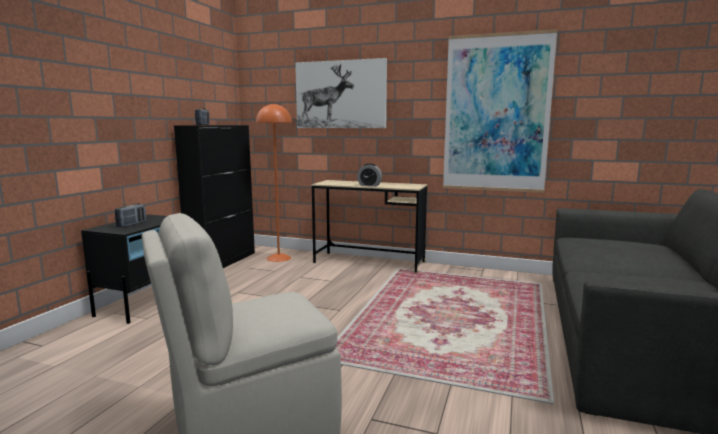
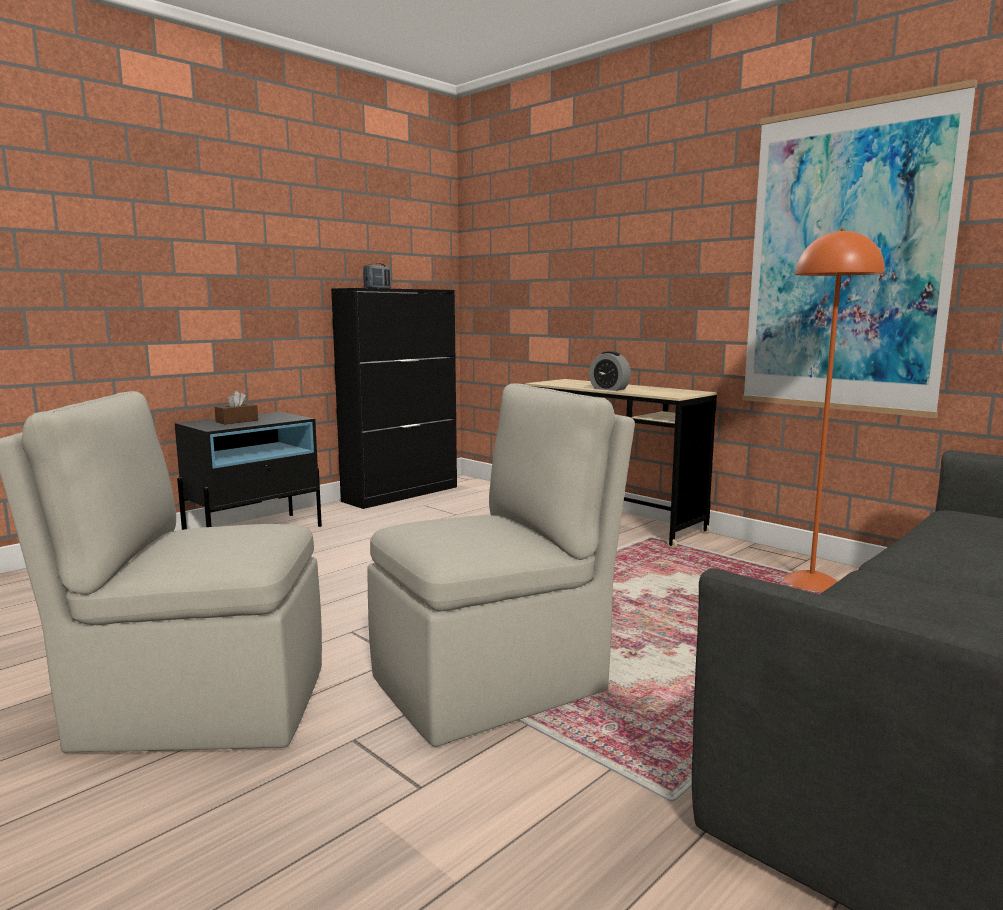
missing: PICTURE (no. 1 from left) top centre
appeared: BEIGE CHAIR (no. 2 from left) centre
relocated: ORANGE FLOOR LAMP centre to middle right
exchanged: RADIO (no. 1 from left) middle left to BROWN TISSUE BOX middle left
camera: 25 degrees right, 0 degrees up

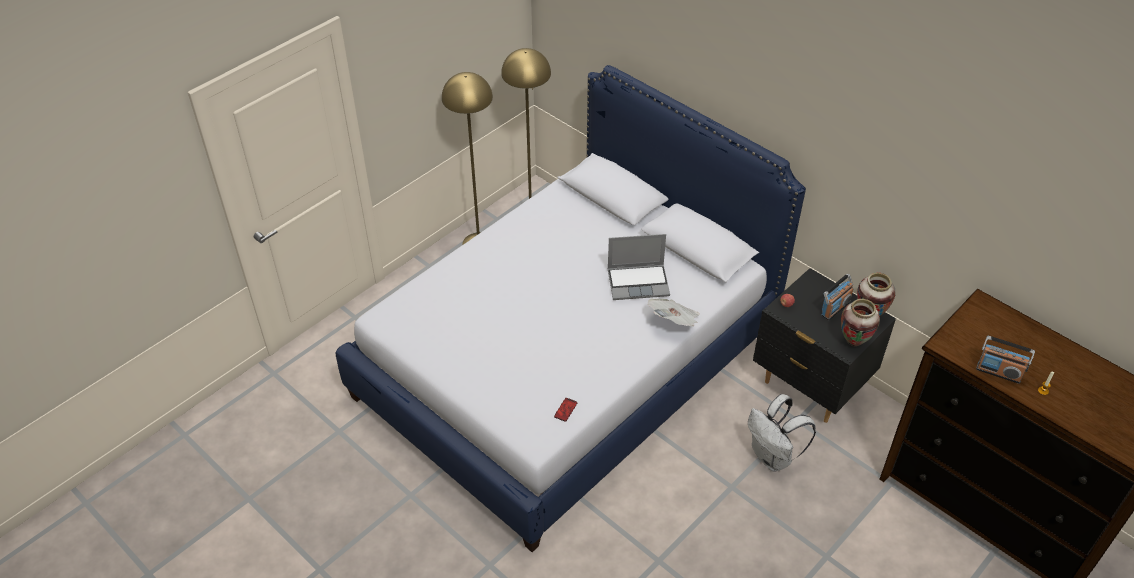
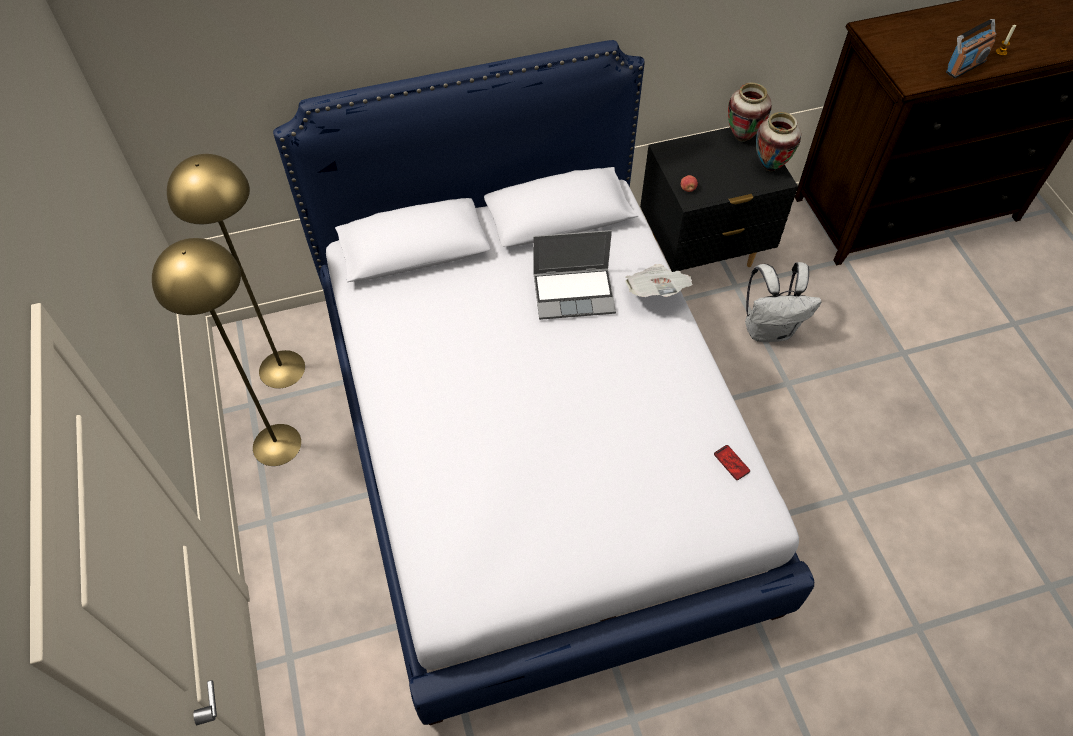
missing: RADIO (no. 1 from left) middle right
spun: LAPTOP centre = centre 60 degrees clockwise
camera: 60 degrees left, 10 degrees up

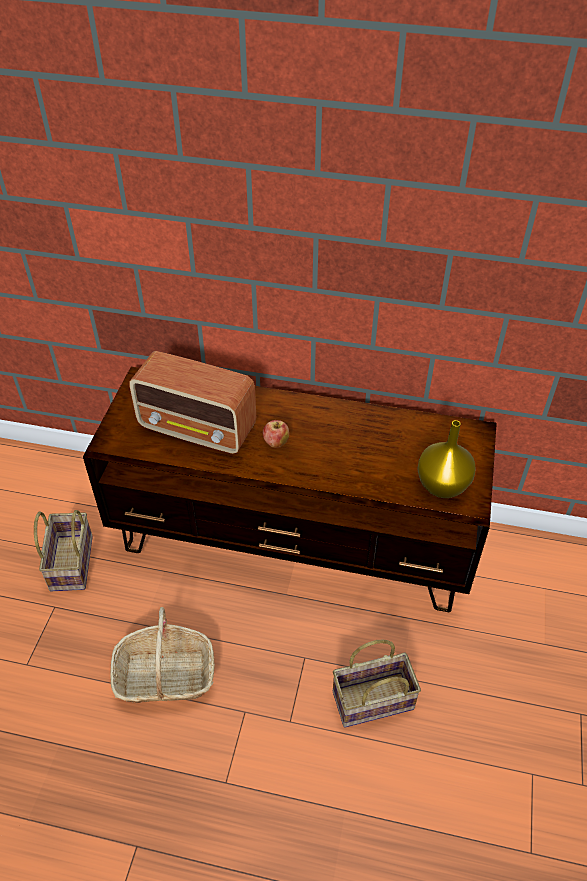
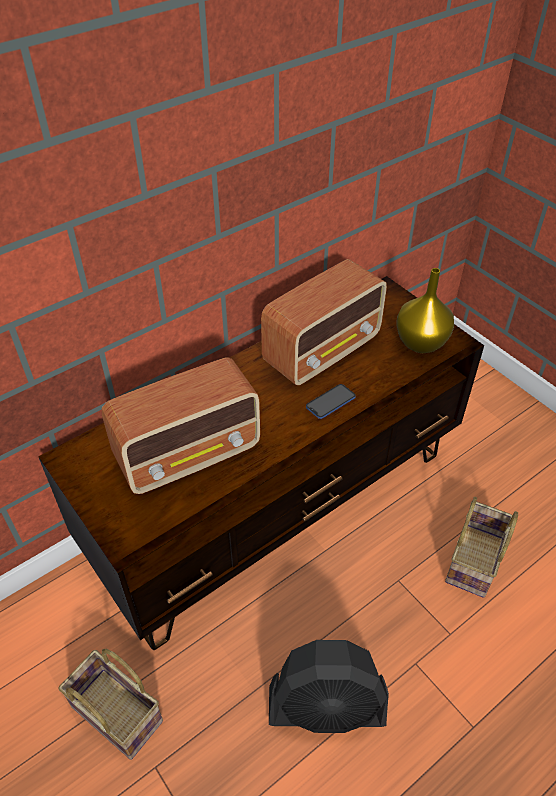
missing: APPLE centre
appeared: RADIO (no. 2 from left) centre; PHONE centre
exchanged: BASKET (no. 2 from left) bottom left to BLACK FAN bottom centre
camera: 50 degrees left, 0 degrees up

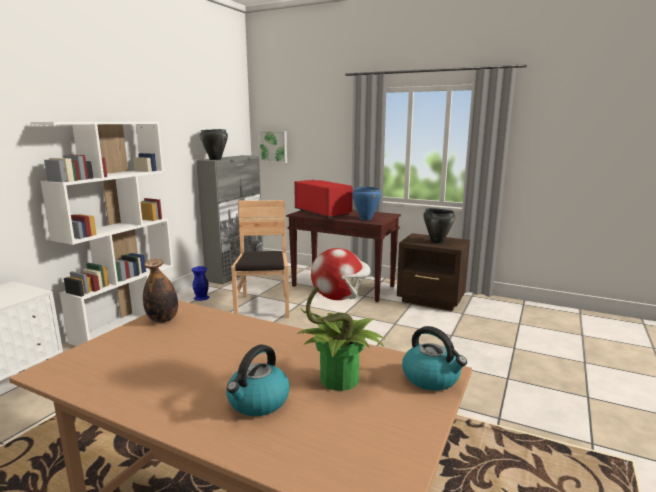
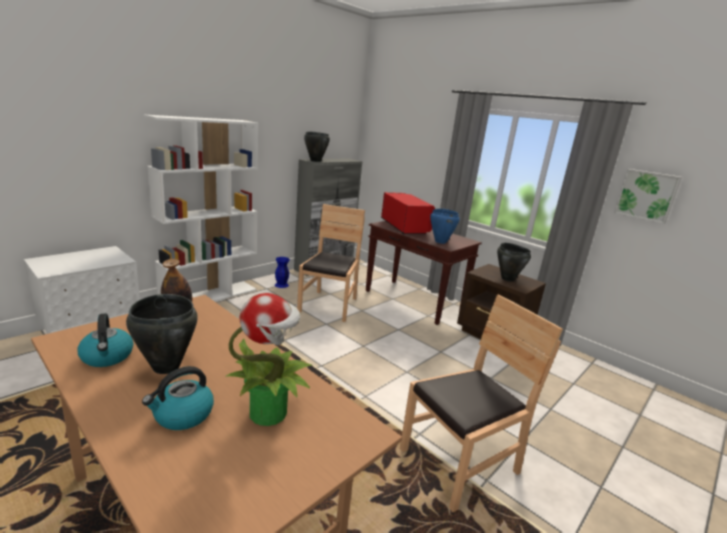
appeared: BLACK COOKING POT (no. 1 from left) middle left; BROWN CHAIR (no. 2 from left) bottom centre
relocated: PICTURE top centre to middle right; KETTLE (no. 2 from left in the first image) bottom centre to KETTLE (no. 1 from left) middle left
camera: 15 degrees right, 5 degrees up

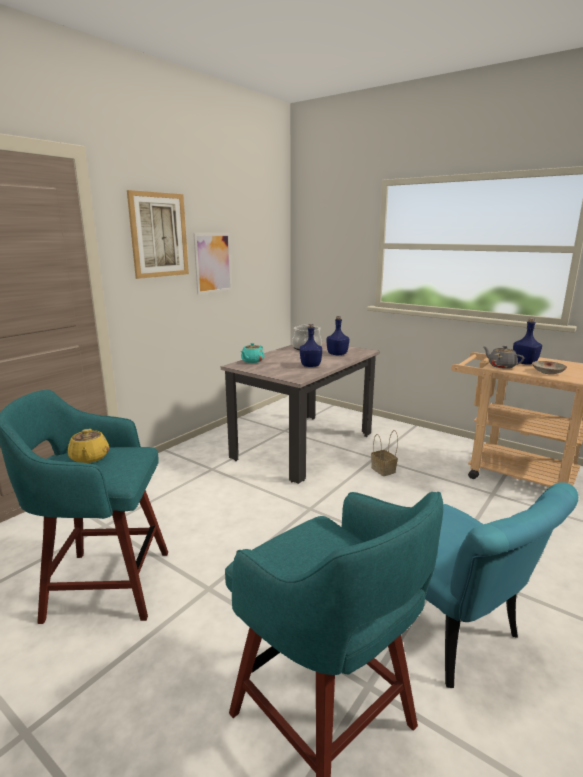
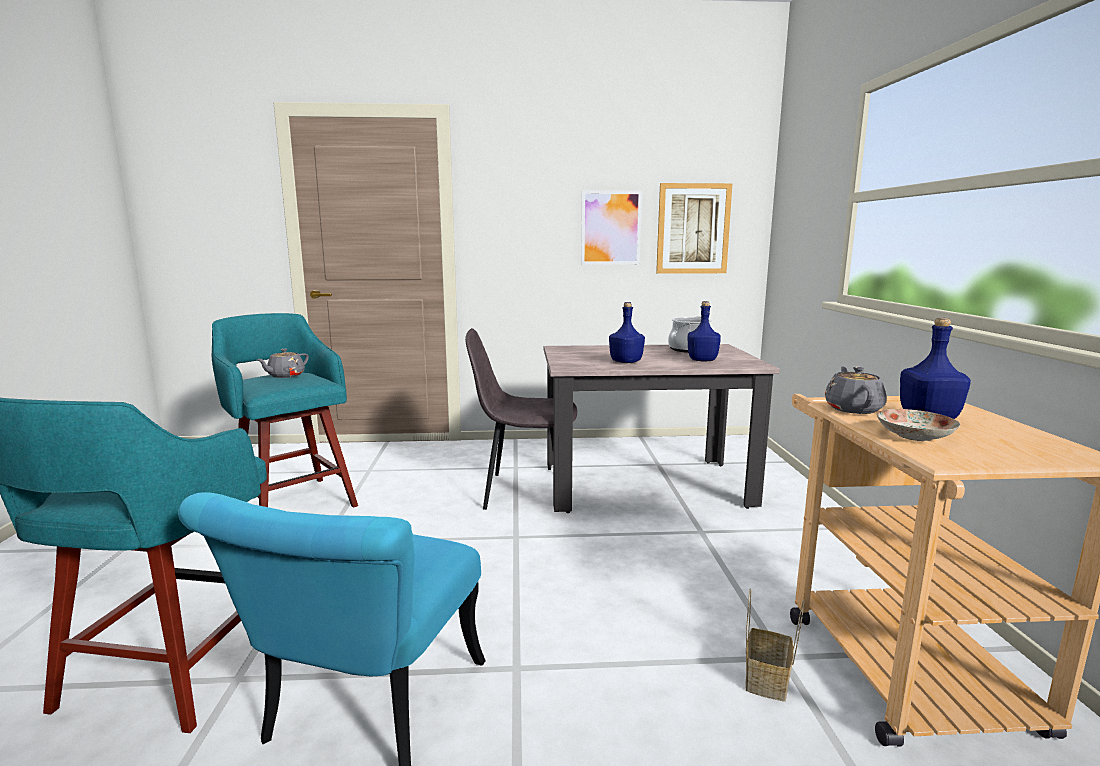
missing: TURQUOISE TEAPOT centre
appeared: GREY CHAIR centre
relocated: PICTURE (no. 1 from left in the first image) top left to PICTURE (no. 2 from left) top centre; BASKET centre to bottom right
colour: YELLOW TEAPOT middle left to GREY TEAPOT (no. 1 from left) middle left
camera: 50 degrees right, 5 degrees down

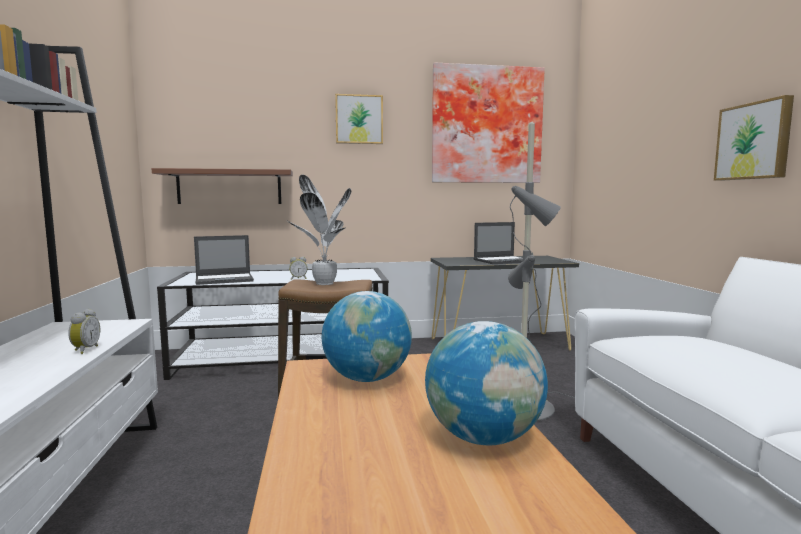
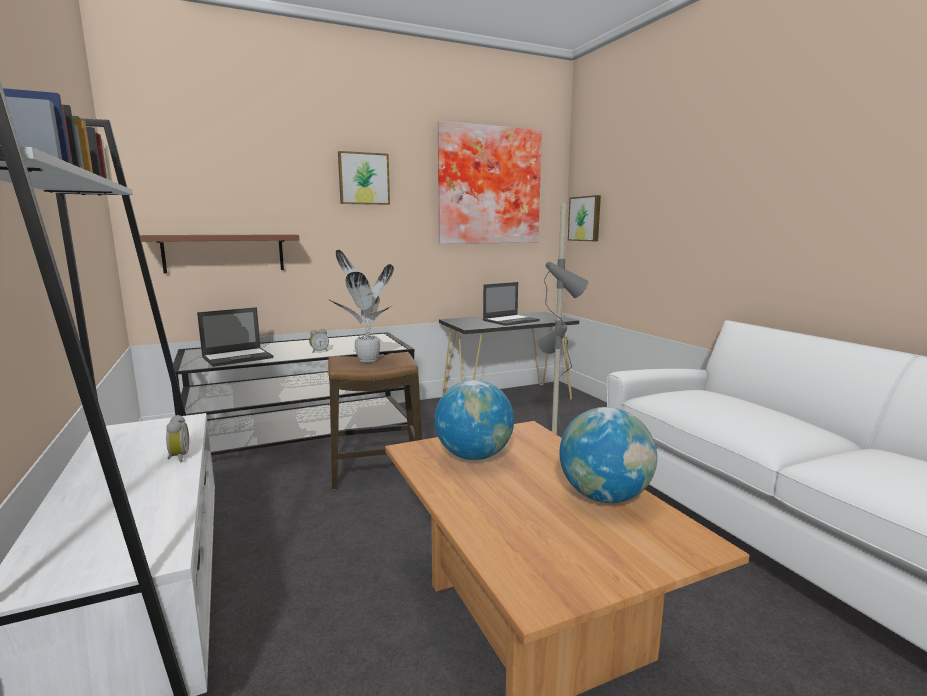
relocated: PICTURE (no. 3 from left) top right to top centre
camera: 15 degrees left, 5 degrees up

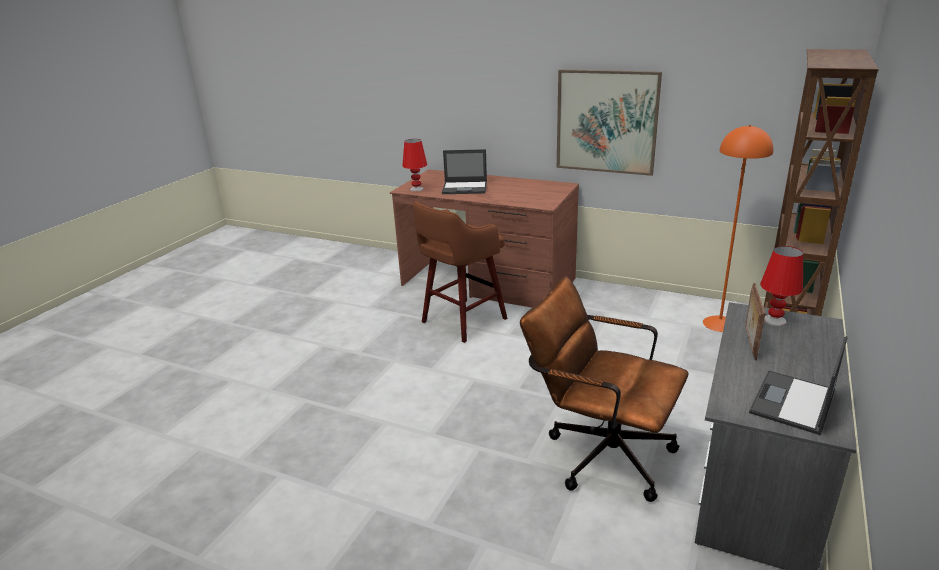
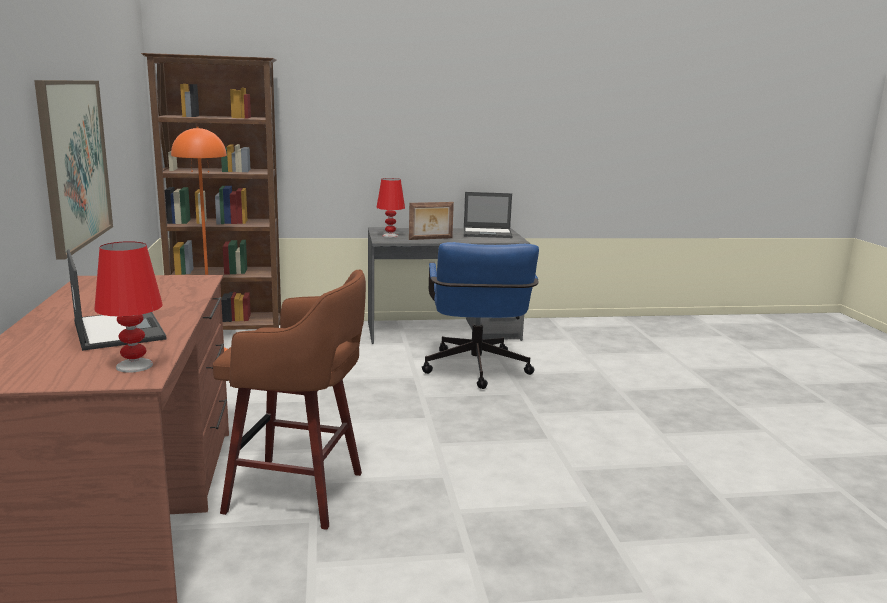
colour: BROWN OFFICE CHAIR bottom centre to BLUE OFFICE CHAIR centre
camera: 125 degrees left, 10 degrees down

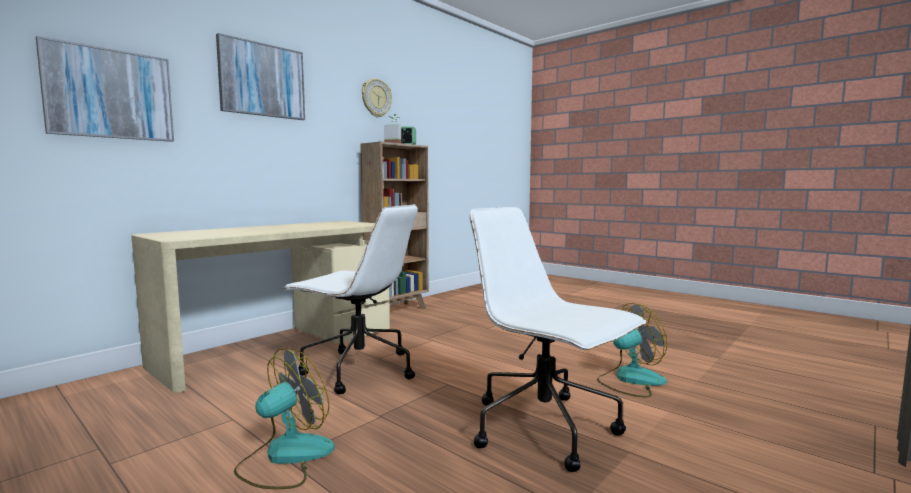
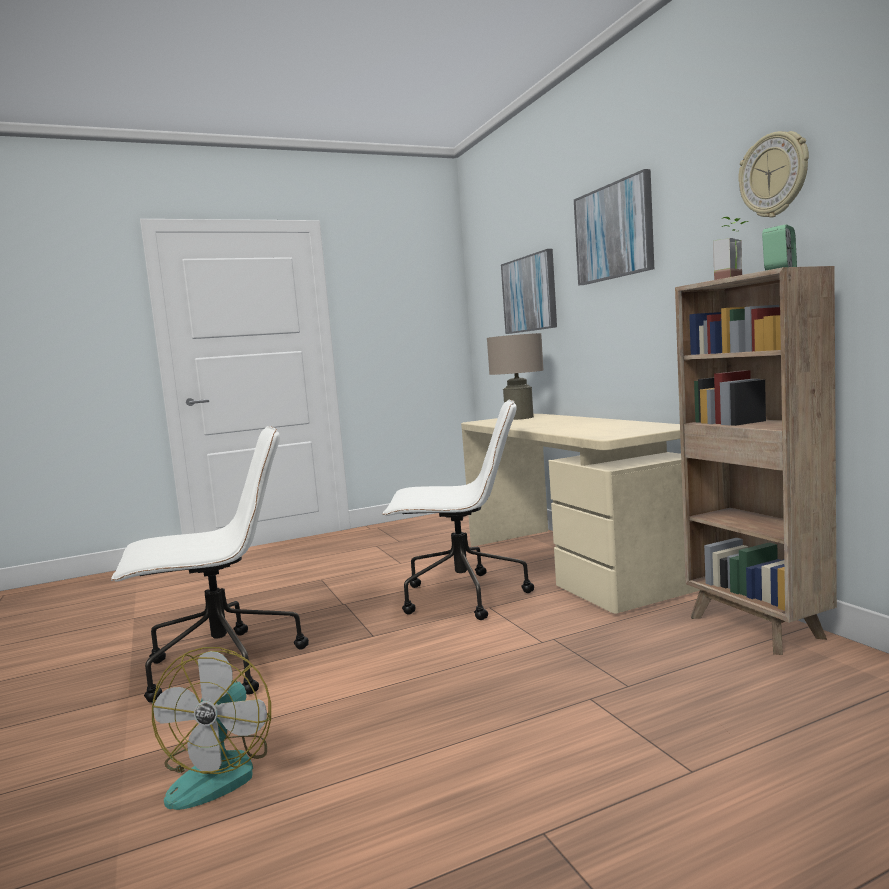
missing: FAN (no. 1 from left) bottom left
appeared: BEIGE TABLE LAMP centre
spun: WHITE OFFICE CHAIR (no. 1 from left in the first image) centre = centre 135 degrees counterclockwise
camera: 115 degrees right, 0 degrees up

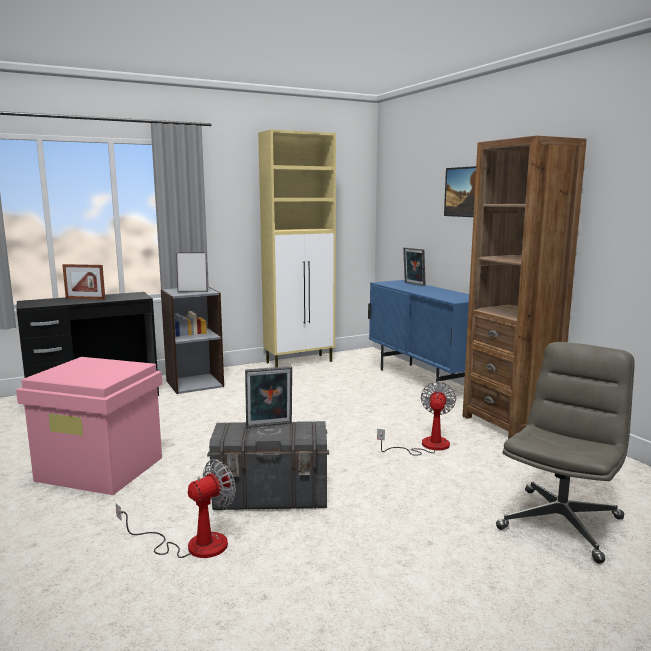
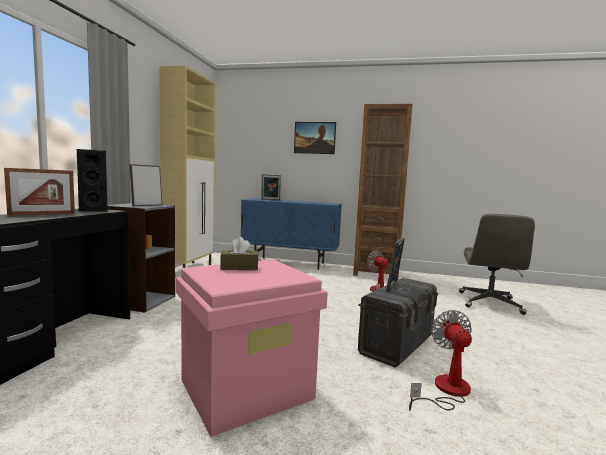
appeared: BLACK SPEAKER middle left; BROWN TISSUE BOX centre
spun: GREY OFFICE CHAIR bottom right = middle right 150 degrees counterclockwise
camera: 50 degrees left, 5 degrees down

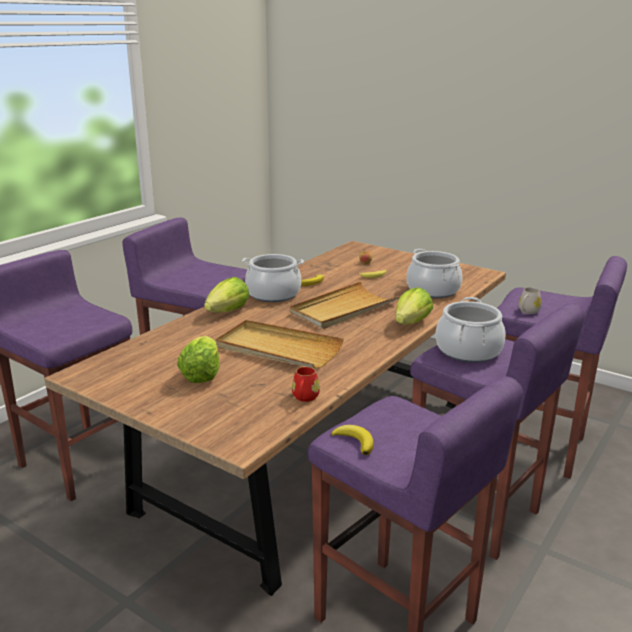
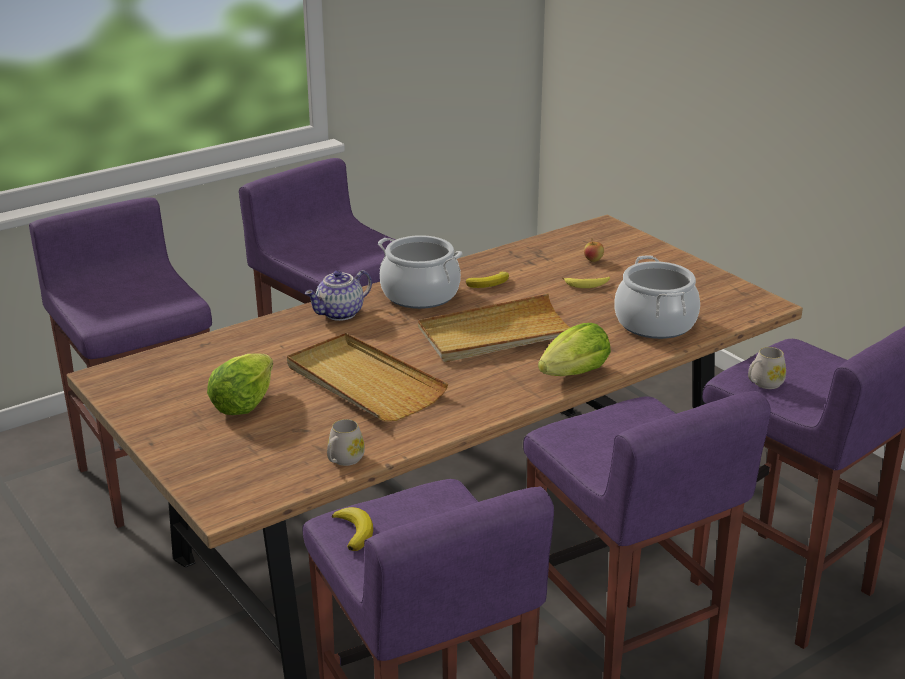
missing: COOKING POT (no. 3 from left) middle right
exchanged: LETTUCE (no. 2 from left) centre to TEAPOT centre
colour: RED MUG centre to WHITE MUG (no. 1 from left) centre
camera: 20 degrees right, 5 degrees up

